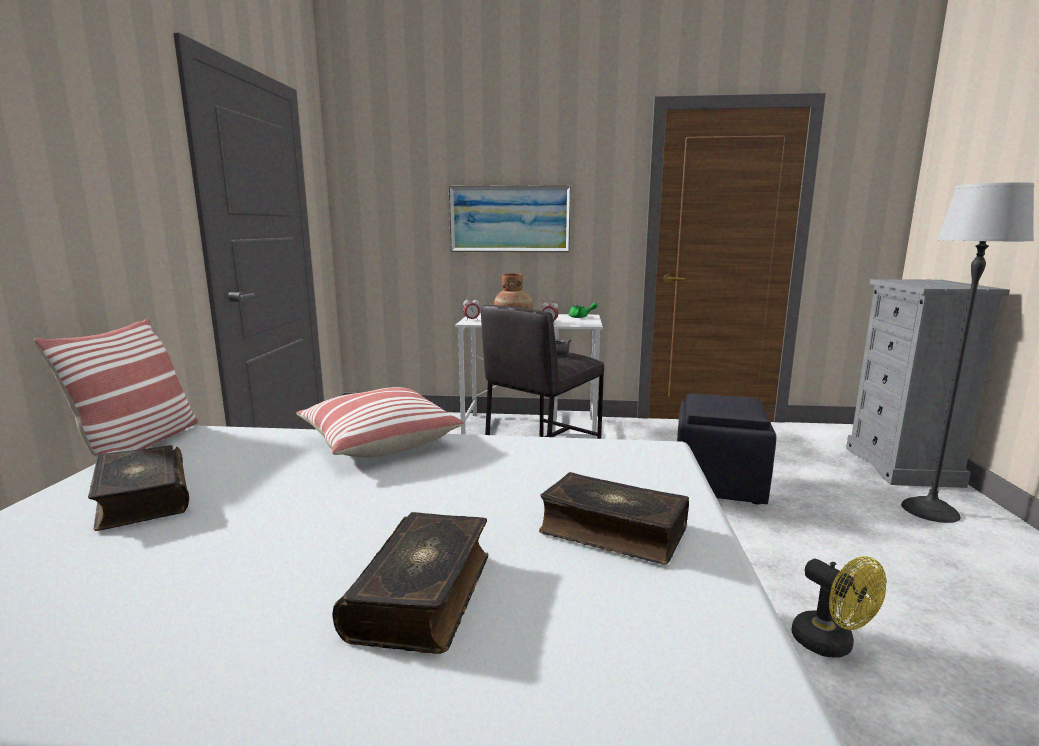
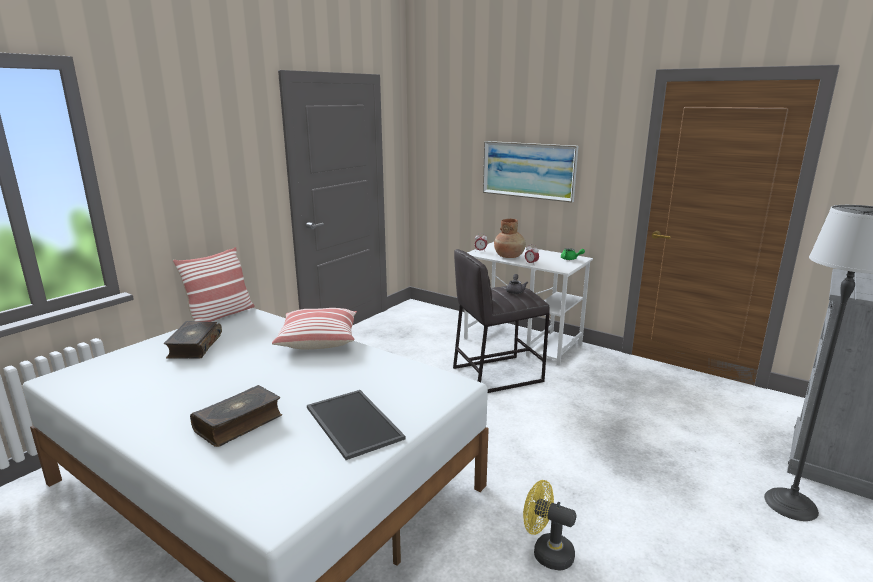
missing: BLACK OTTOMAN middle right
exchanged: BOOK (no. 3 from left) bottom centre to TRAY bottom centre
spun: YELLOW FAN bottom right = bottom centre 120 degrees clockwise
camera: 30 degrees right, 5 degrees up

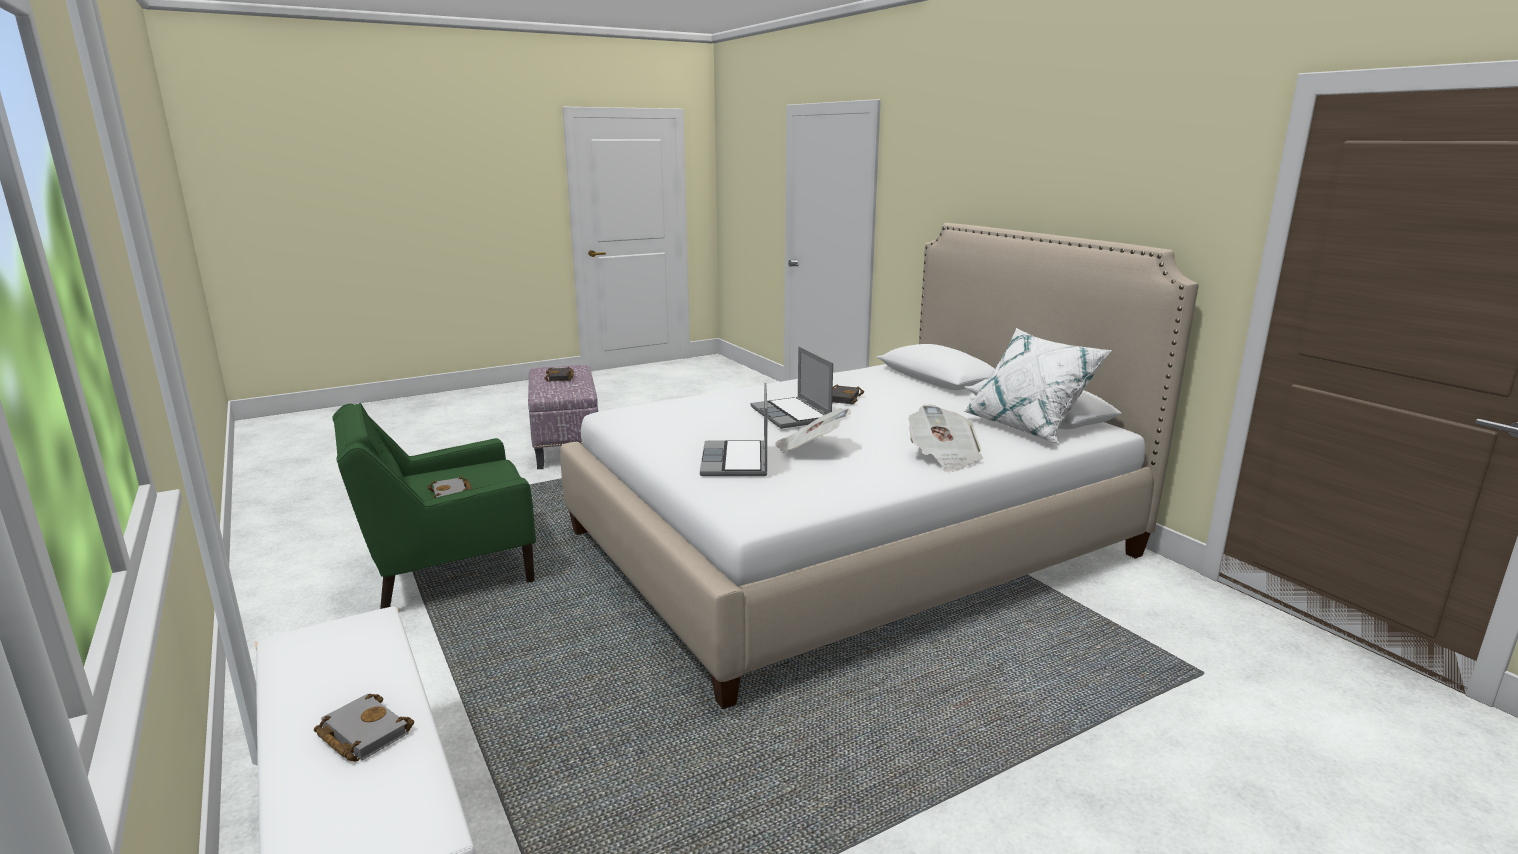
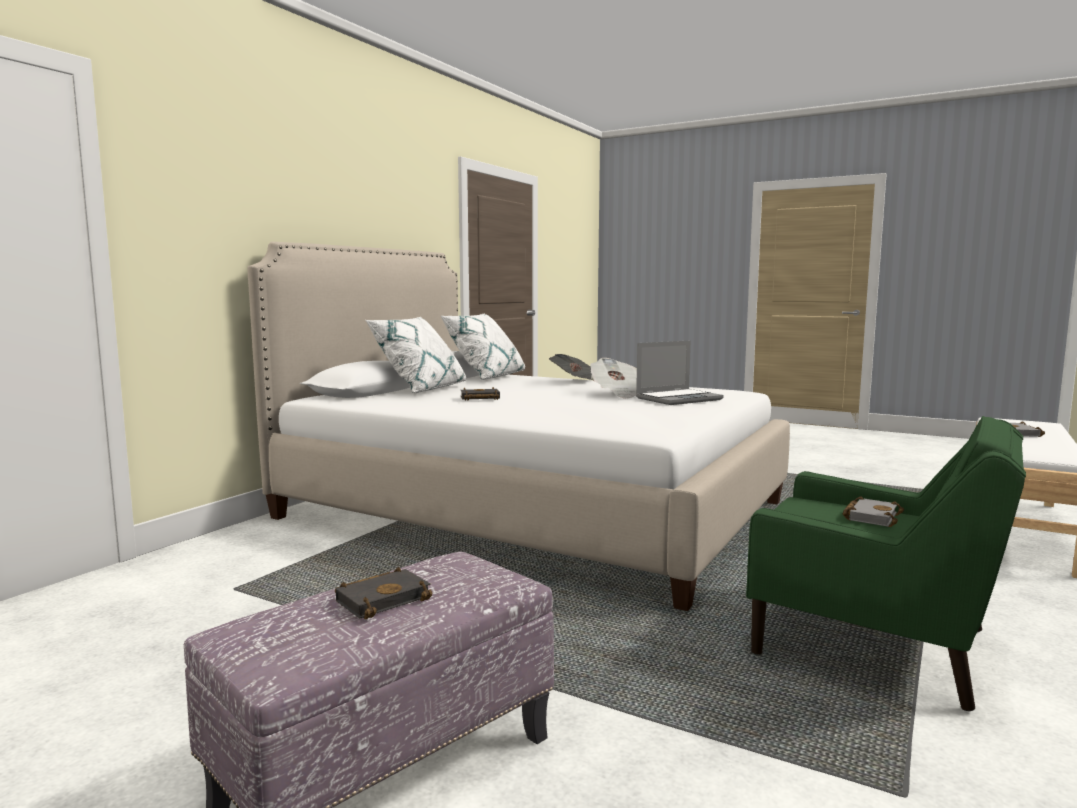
missing: LAPTOP (no. 2 from left) centre
appeared: WHITE PILLOW (no. 1 from left) centre
camera: 120 degrees left, 10 degrees down

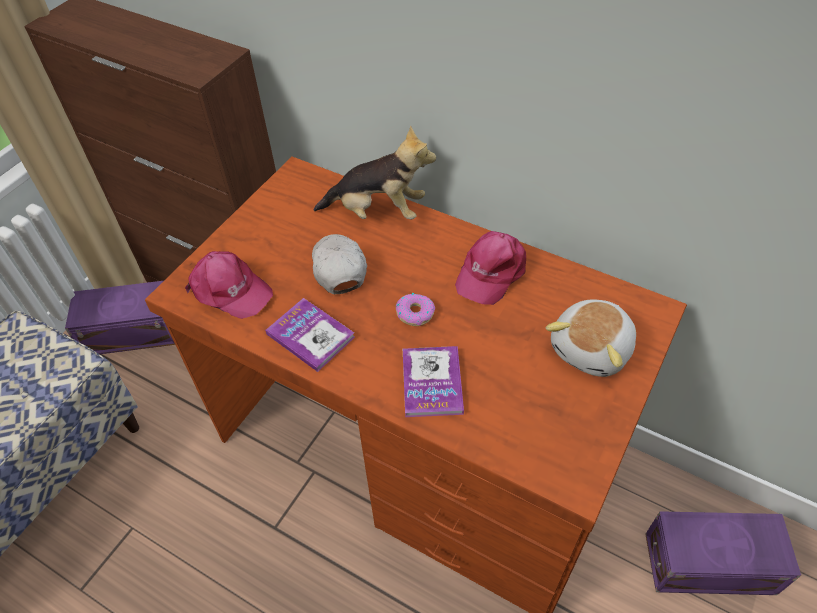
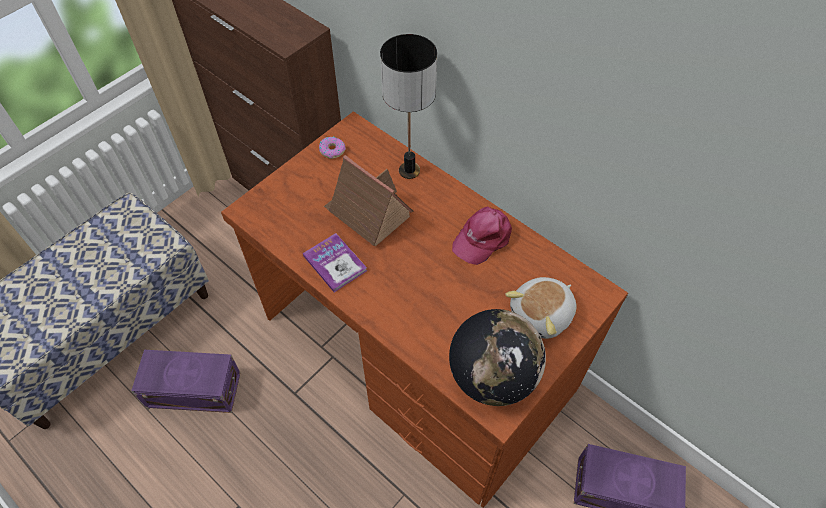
missing: PINK CAP (no. 1 from left) middle left; BOOK (no. 2 from left) centre
appeared: GLOBE bottom centre
relocated: PURPLE STORAGE BOX (no. 1 from left) middle left to bottom left; DONUT centre to top centre
exchanged: WHITE CAP centre to TOY HOUSE centre; PLUSH TOY (no. 1 from left) top centre to TABLE LAMP top centre
camera: 10 degrees right, 5 degrees up

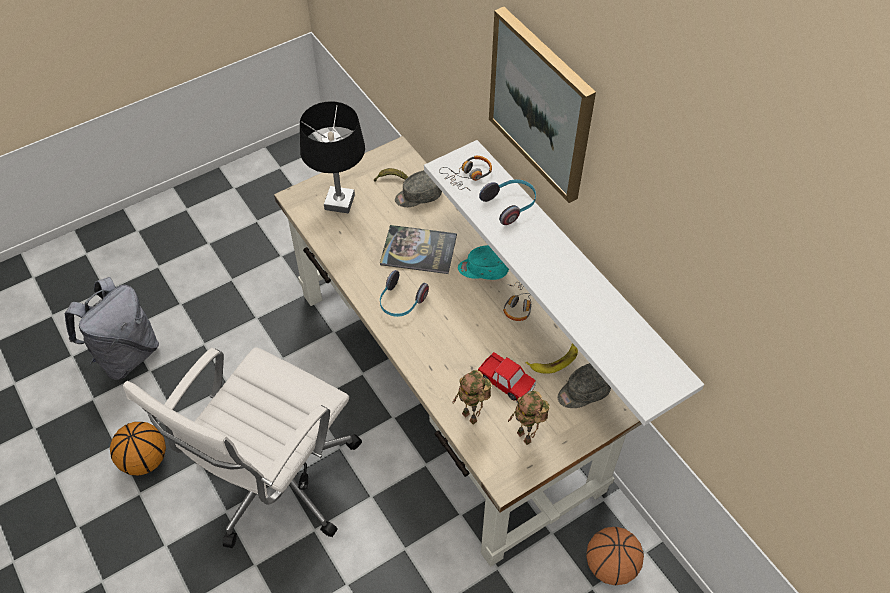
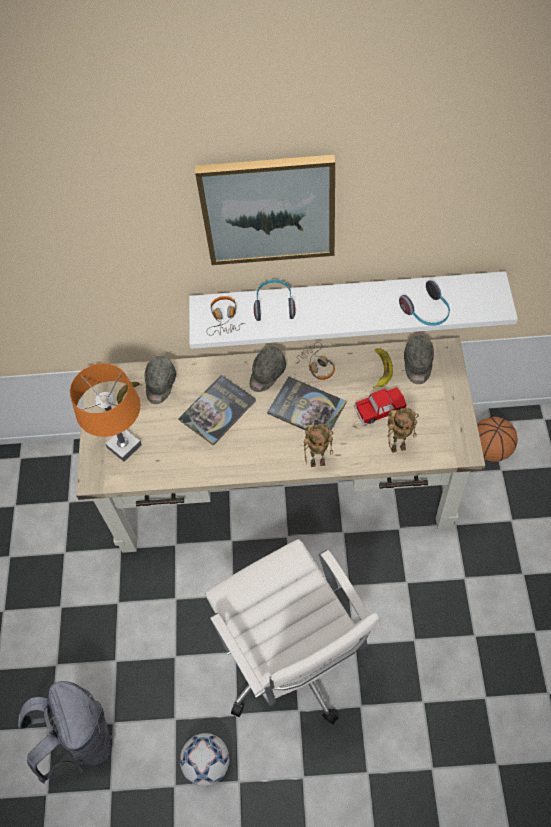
appeared: BOOK (no. 2 from left) centre
relocated: HEADPHONES (no. 1 from left in the first image) centre to HEADPHONES (no. 4 from left) middle right; TOY ROBOT (no. 2 from left in the first image) bottom centre to TOY ROBOT (no. 1 from left) centre
exchanged: BASKETBALL (no. 1 from left) bottom left to FOOTBALL bottom centre
colour: BLACK TABLE LAMP top centre to ORANGE TABLE LAMP middle left; TURQUOISE CAP centre to GREY CAP (no. 2 from left) centre
camera: 55 degrees left, 5 degrees up

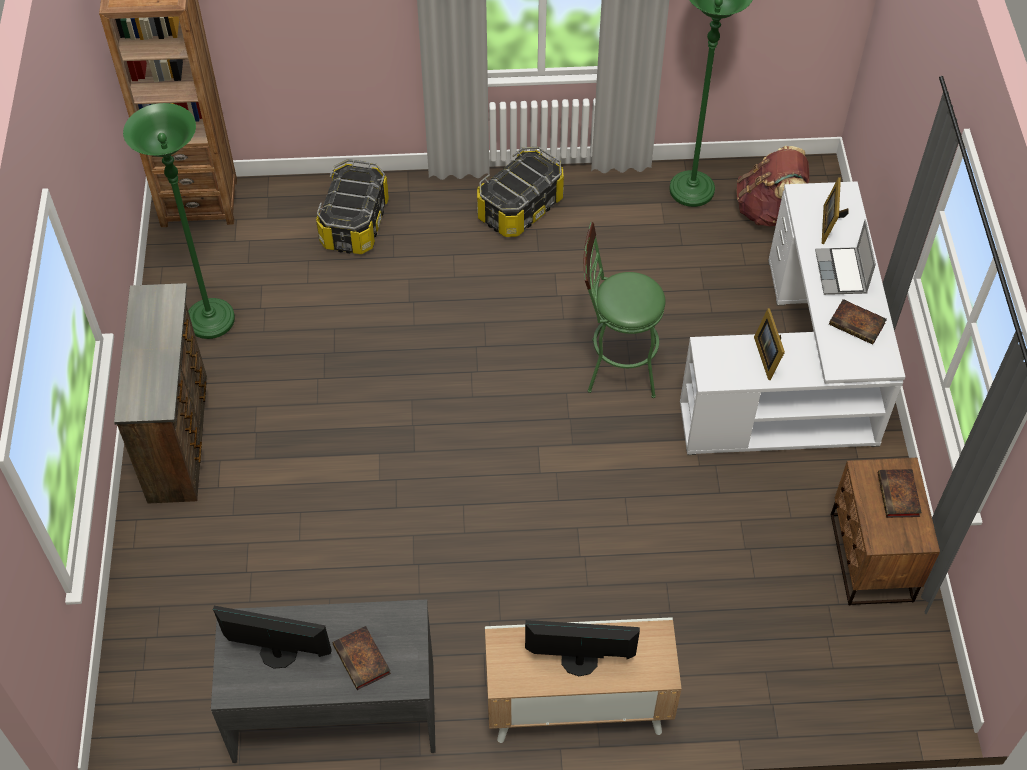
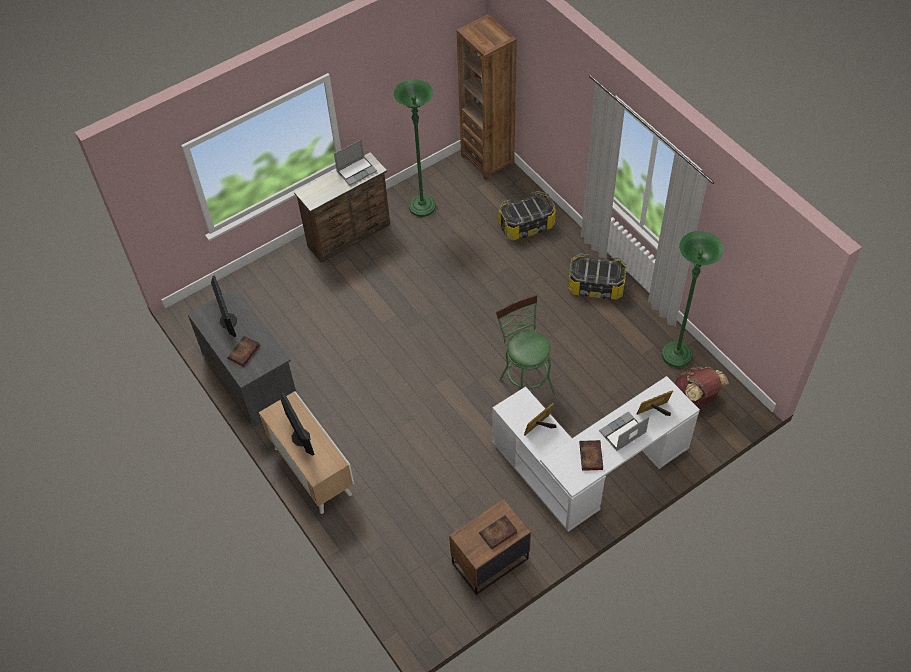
appeared: LAPTOP (no. 1 from left) top centre
camera: 60 degrees right, 0 degrees up

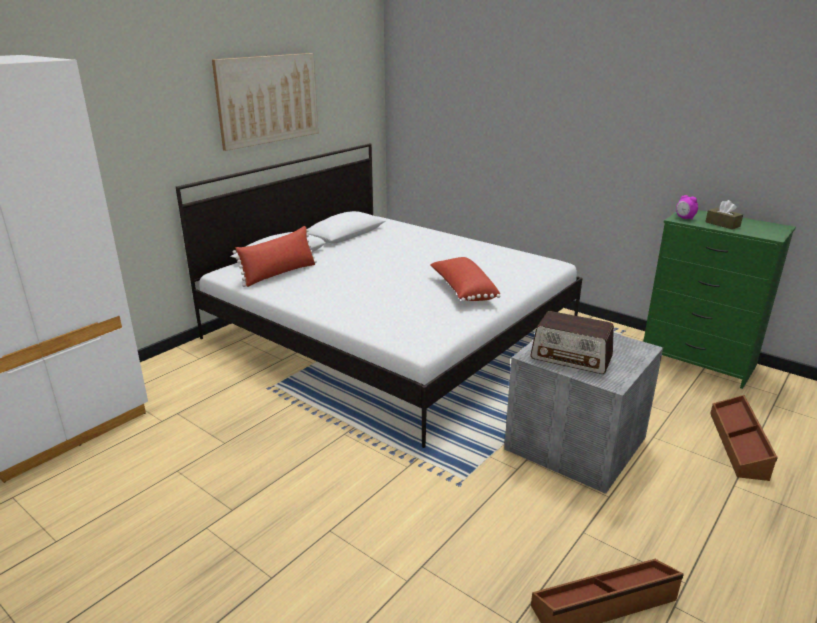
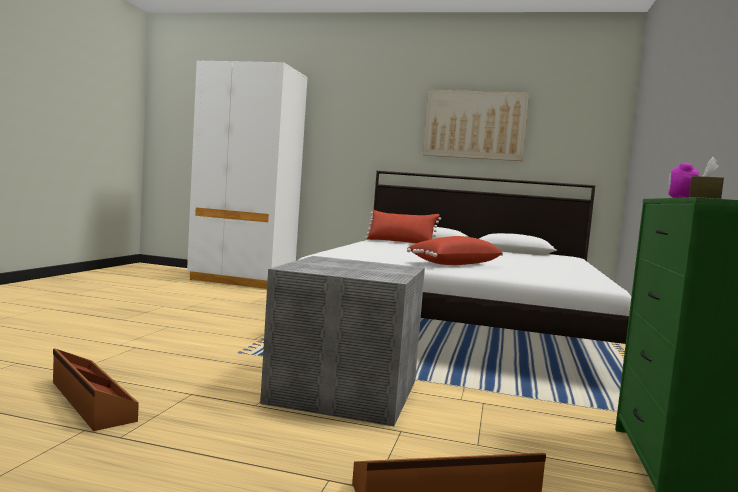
missing: RADIO middle right
camera: 65 degrees right, 20 degrees down

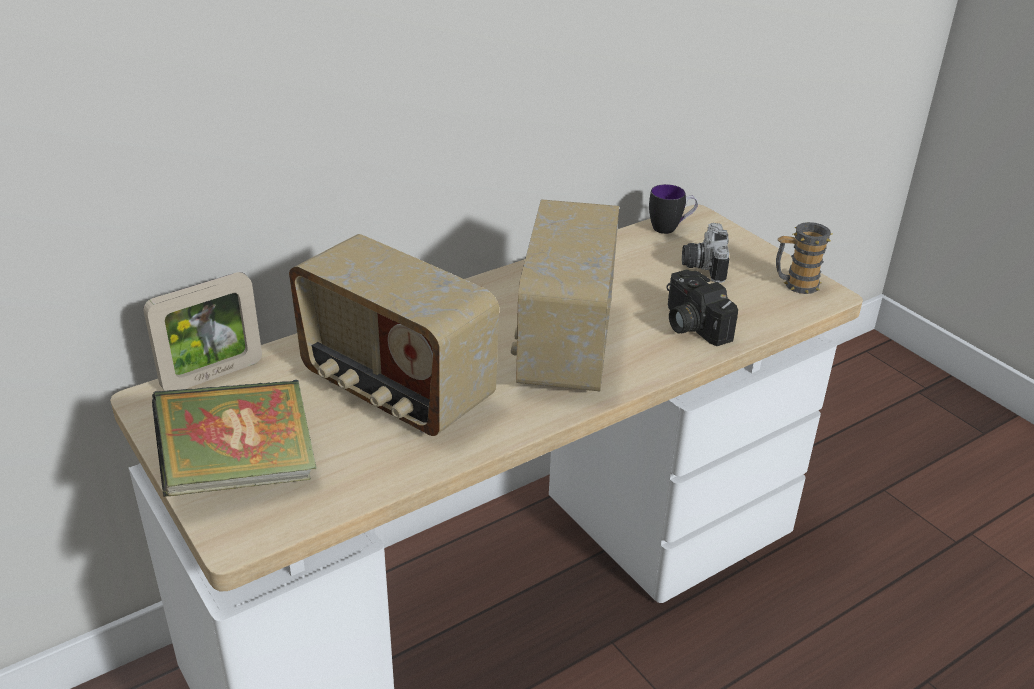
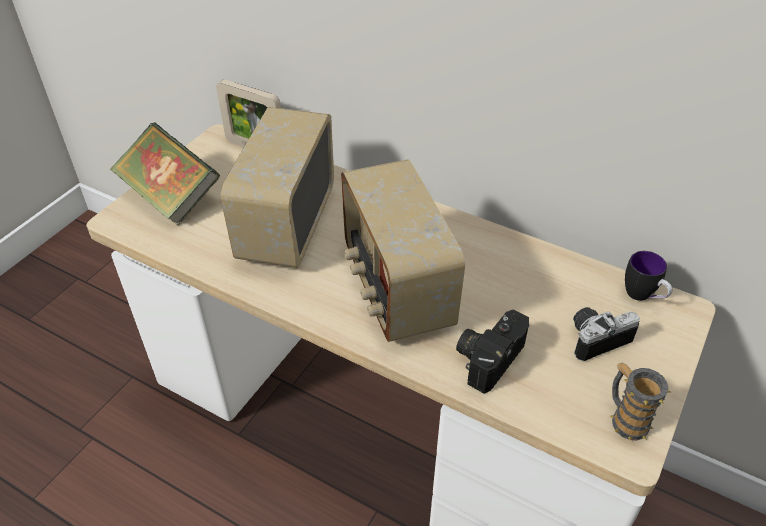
spun: RADIO (no. 2 from left) centre = centre 90 degrees counterclockwise
camera: 65 degrees right, 10 degrees up

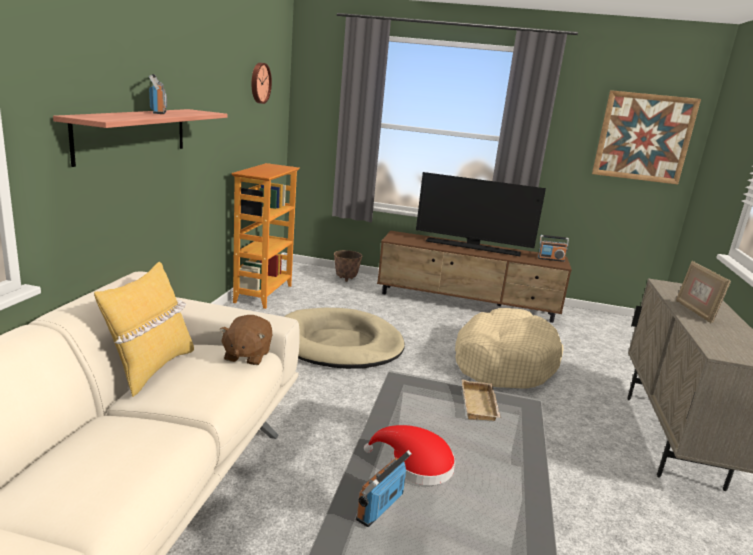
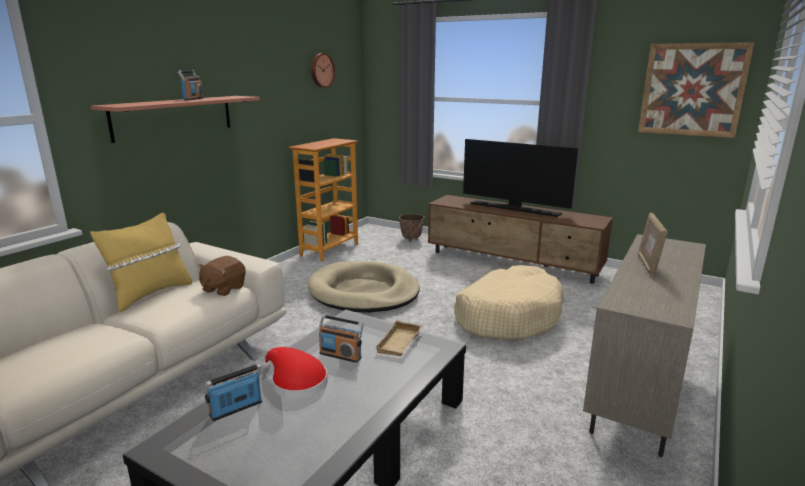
relocated: RADIO (no. 3 from left) middle right to bottom centre
camera: 20 degrees right, 0 degrees up

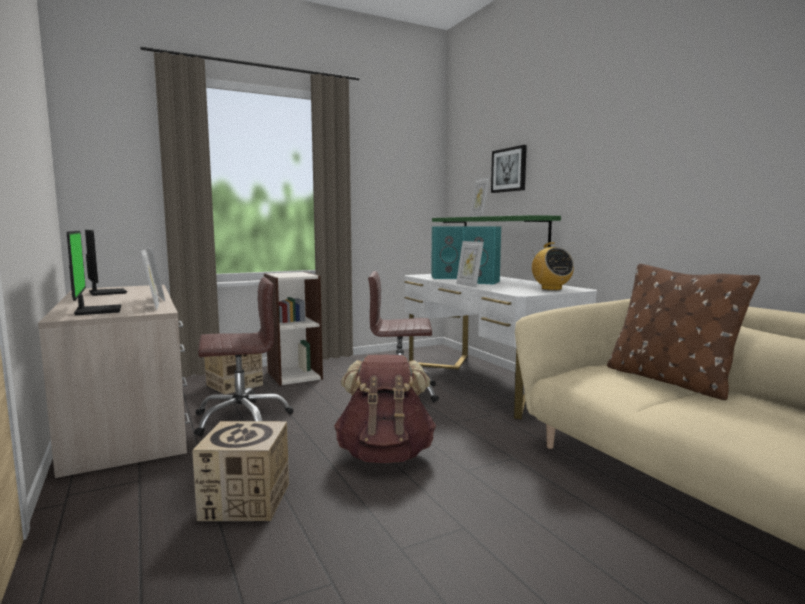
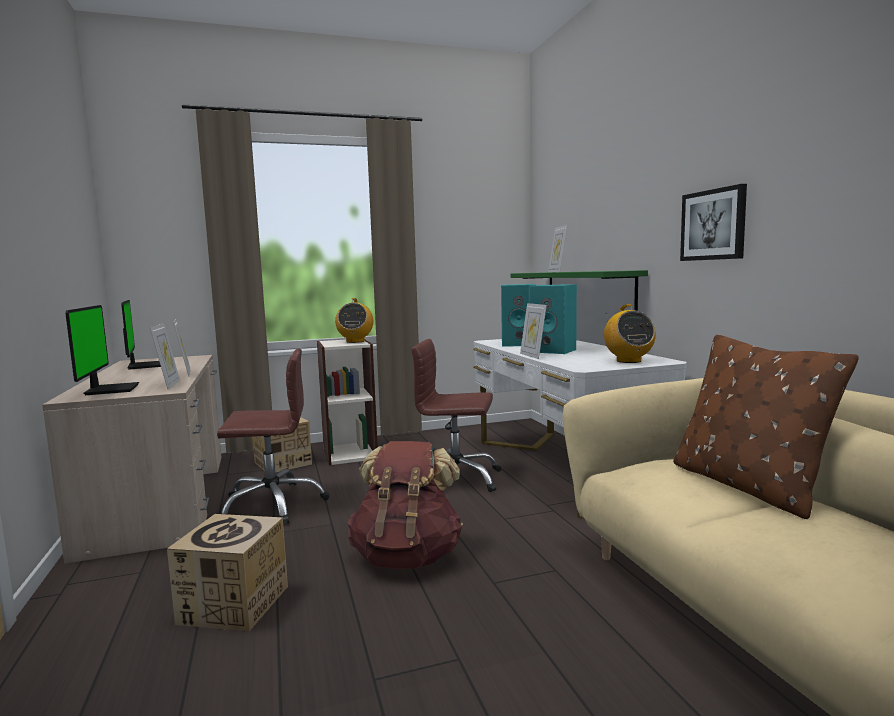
appeared: RADIO (no. 1 from left) centre
relocated: PICTURE top centre to top right
camera: 10 degrees right, 0 degrees up

